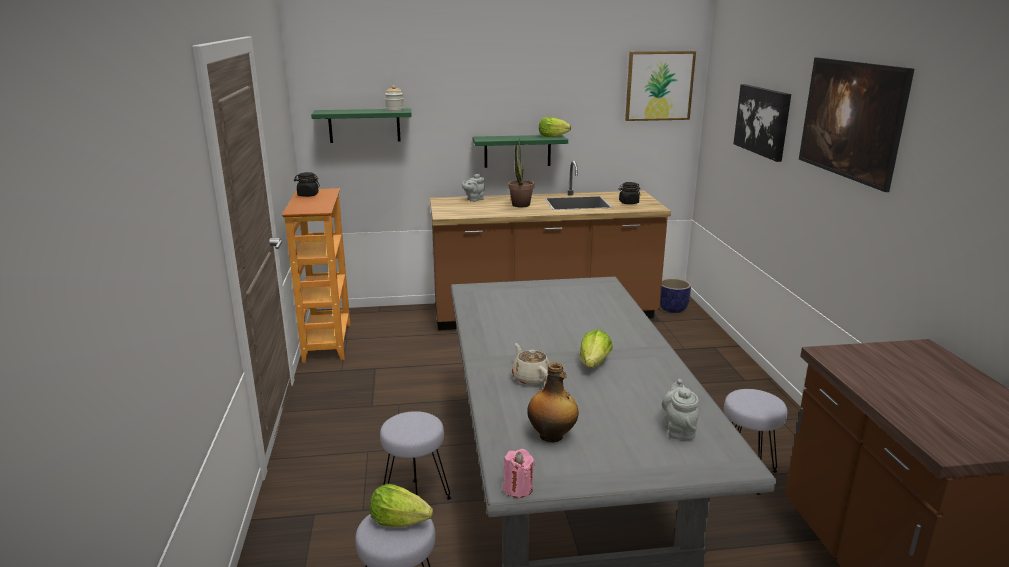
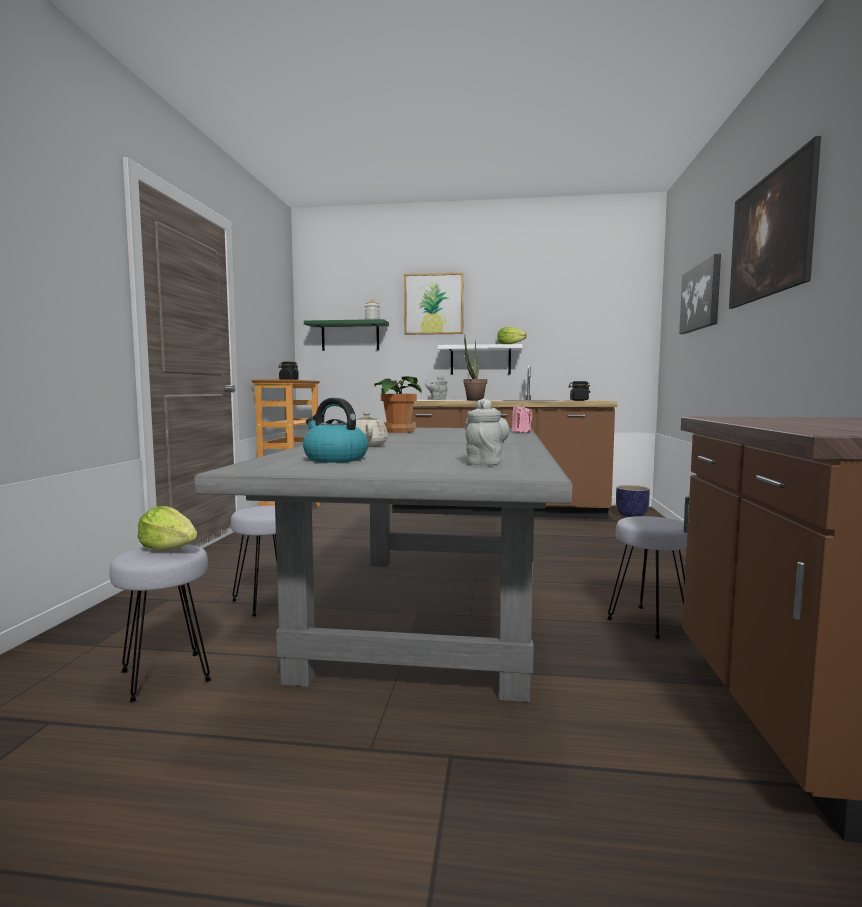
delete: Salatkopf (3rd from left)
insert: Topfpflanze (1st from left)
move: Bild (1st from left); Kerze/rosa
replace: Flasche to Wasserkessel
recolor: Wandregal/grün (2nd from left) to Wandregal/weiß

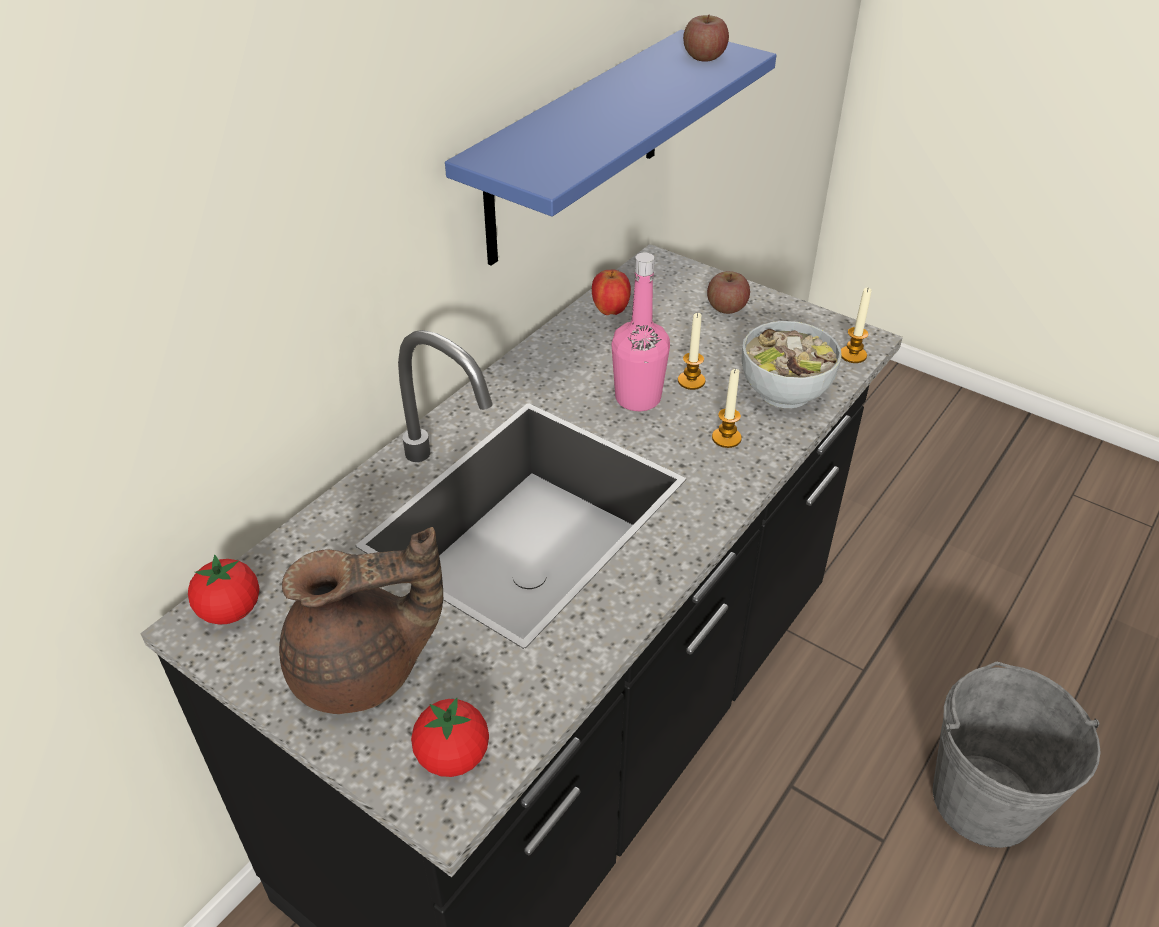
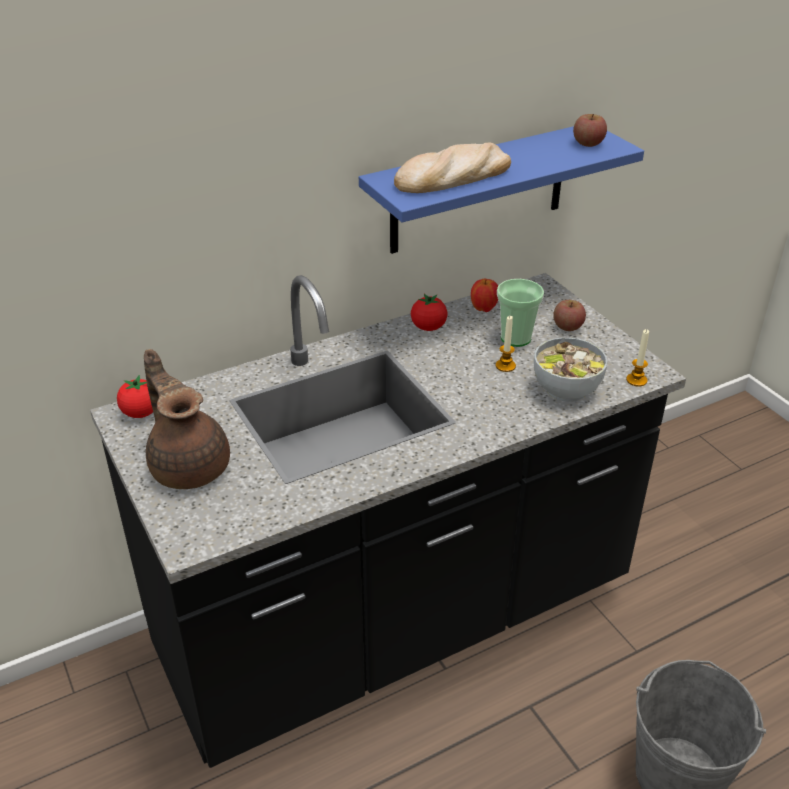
delete: Flasche/rosa; Kerze (2nd from left)
insert: Brot; Tasse
move: Tomate (2nd from left)
rotate: Teekanne/braun 135 degrees counterclockwise

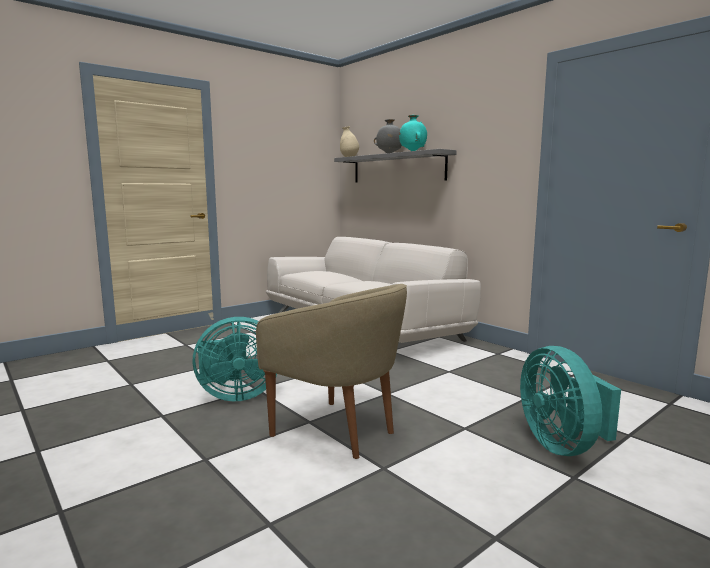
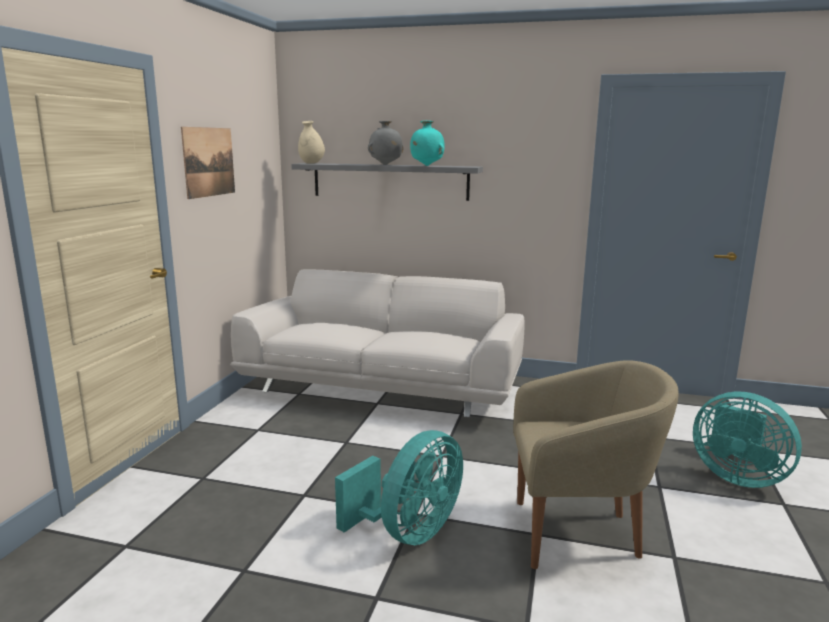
insert: Bild

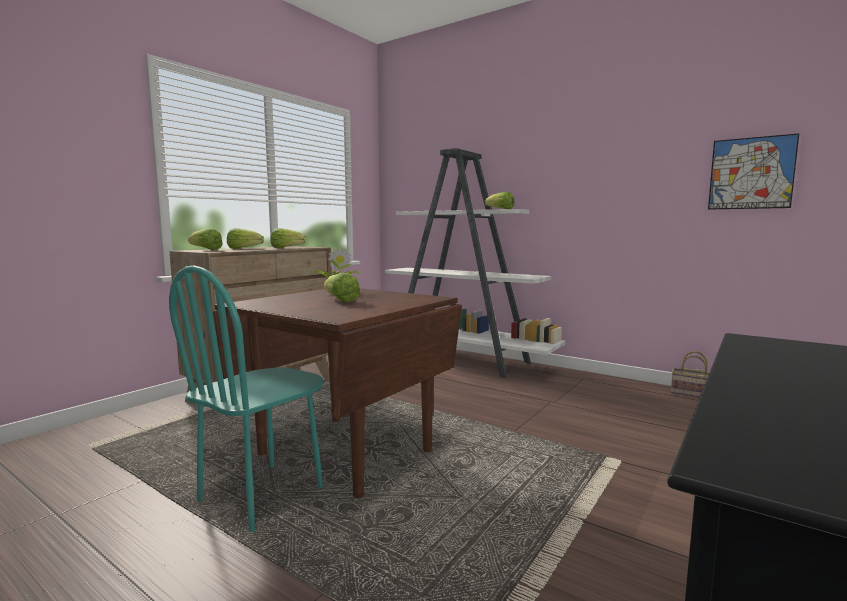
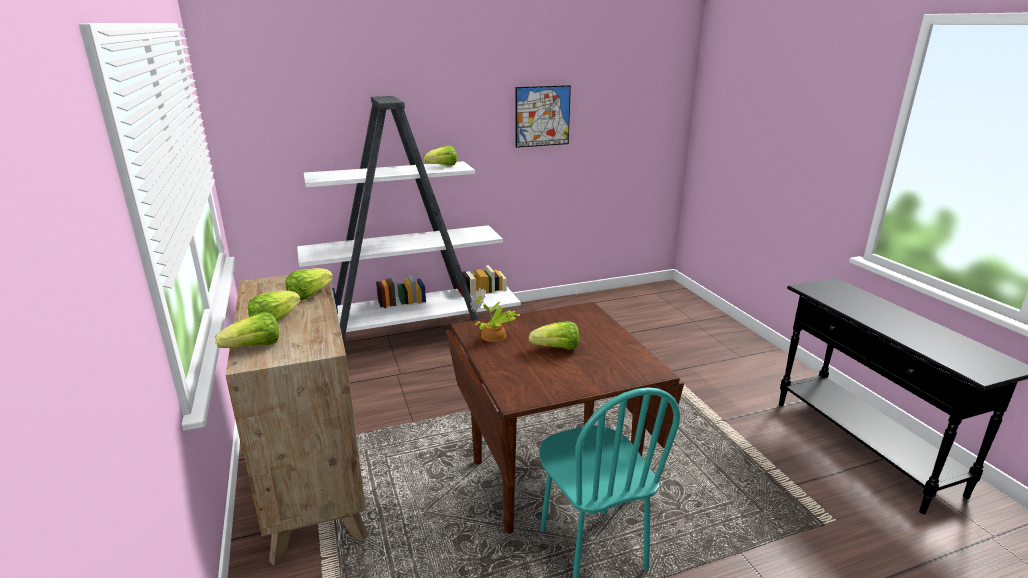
delete: Korb
move: Bild

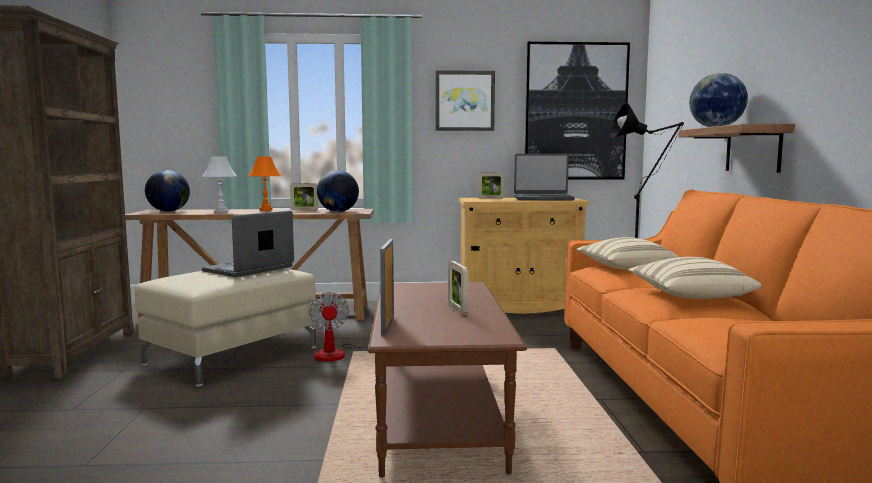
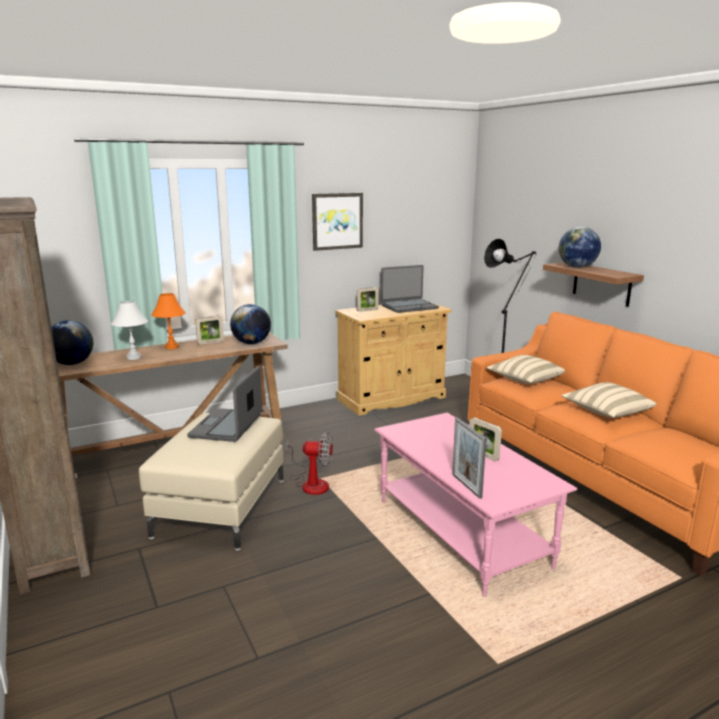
delete: Bild (2nd from left)
recolor: Couchtisch/braun to Couchtisch/rosa
rotate: Ventilator 45 degrees counterclockwise

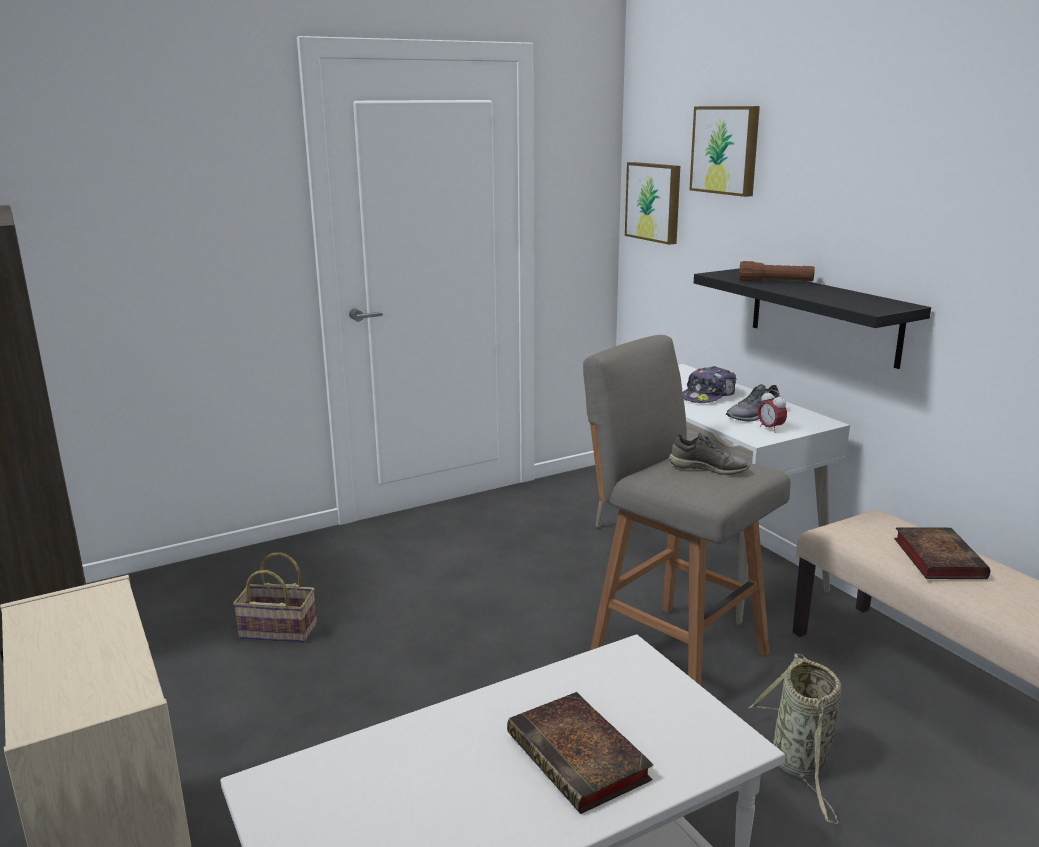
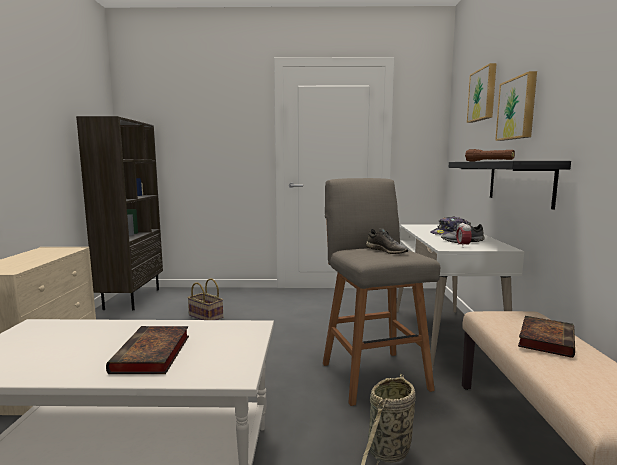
move: Bild (1st from left in the first image) to Bild (2nd from left)

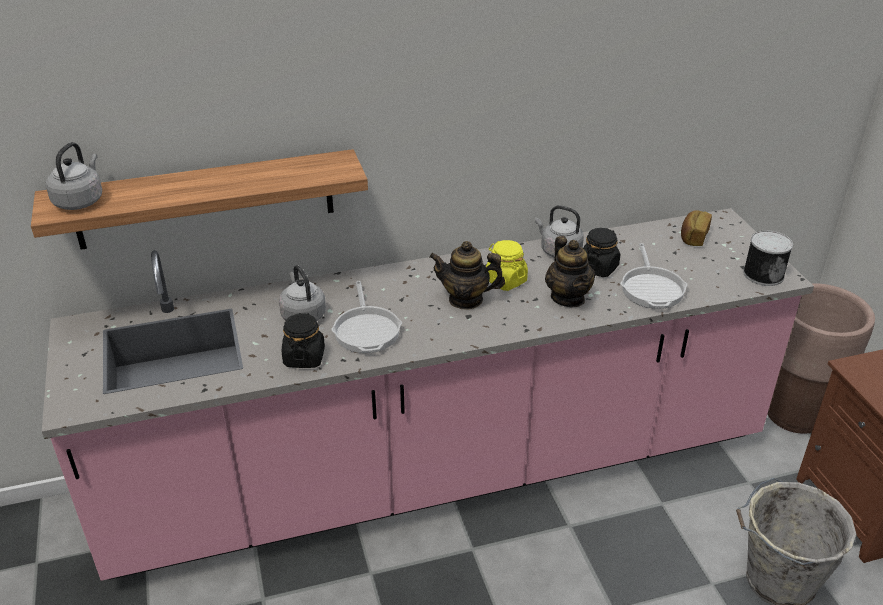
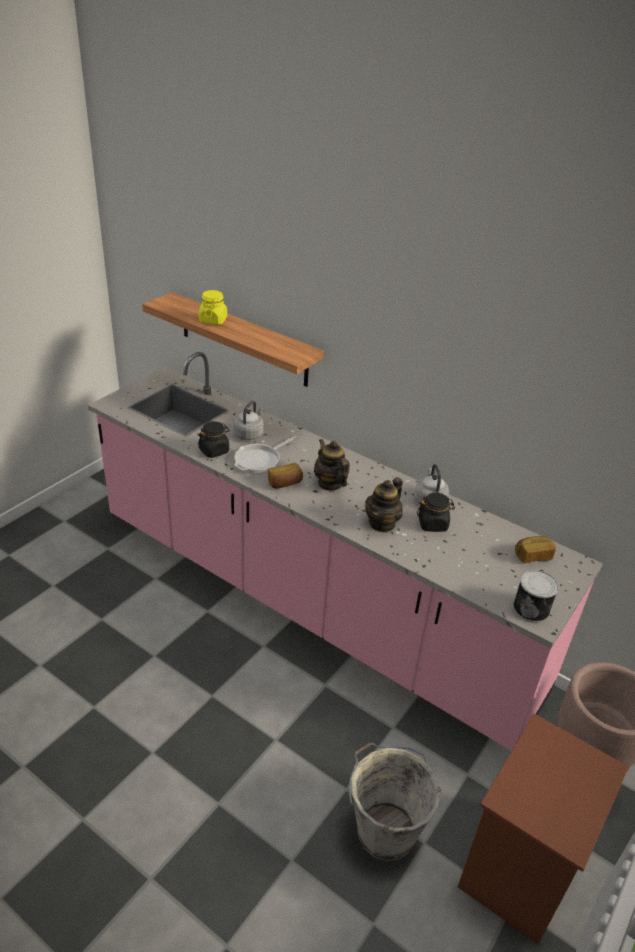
delete: Wasserkessel/grau (1st from left); Pfanne (2nd from left)
insert: Brot (1st from left)
move: Vorratsglas/gelb

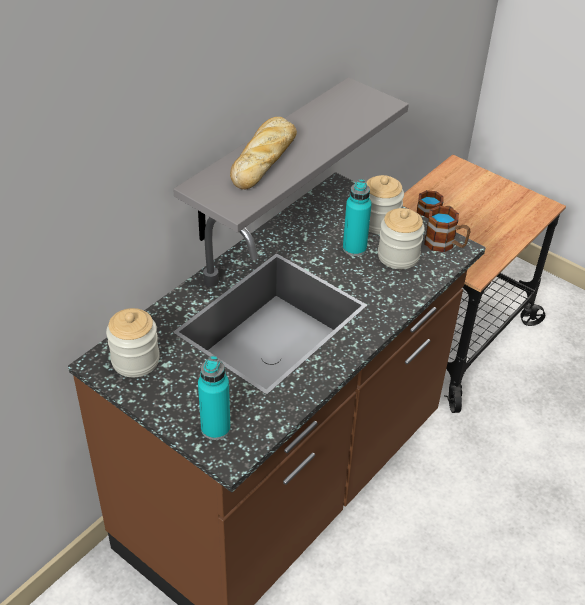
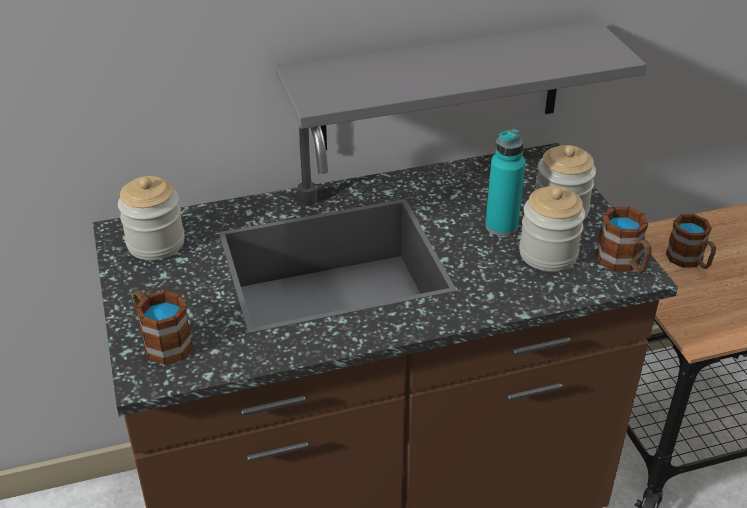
delete: Brot
replace: Flasche/türkis (1st from left) to Henkelbecher (1st from left)

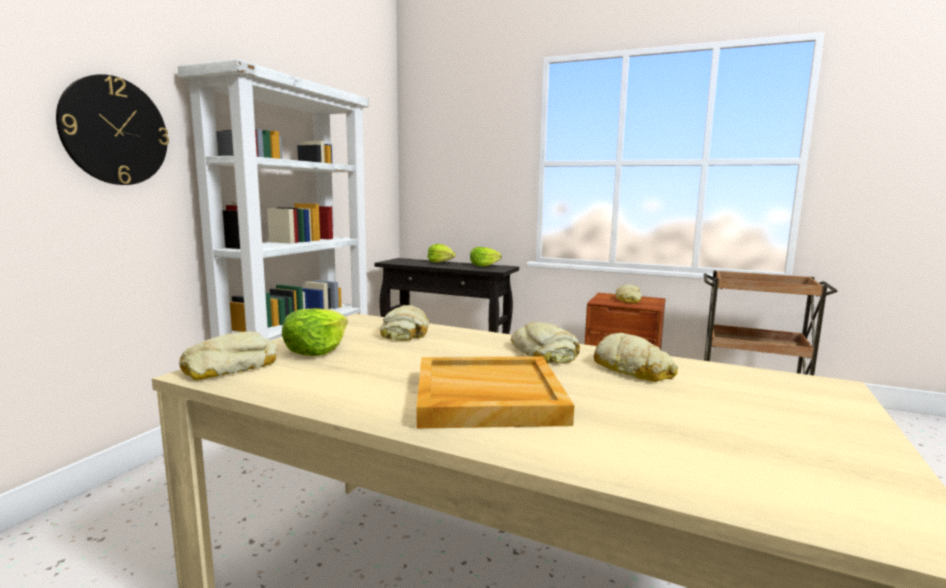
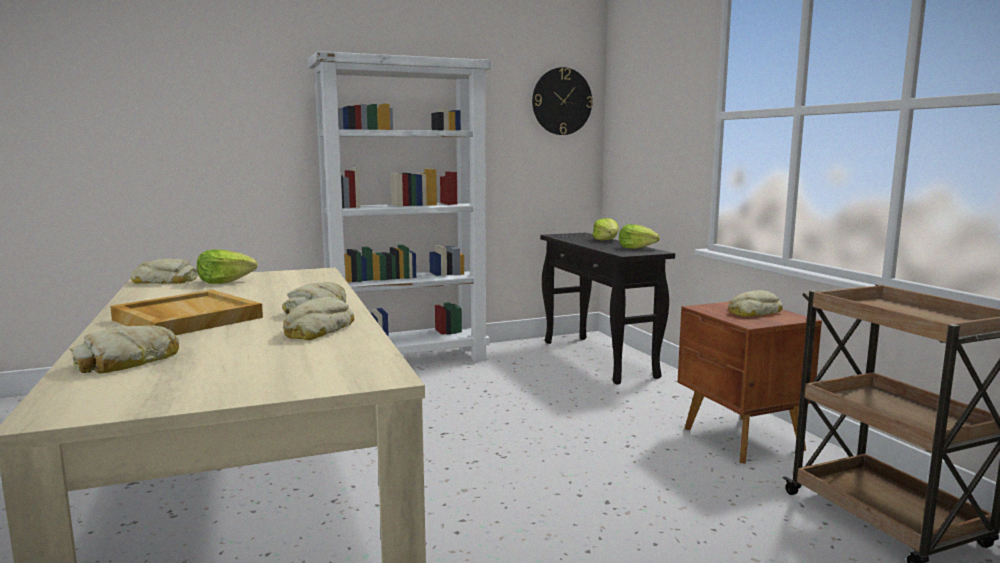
move: Brot (2nd from left in the first image) to Brot (1st from left); Wanduhr

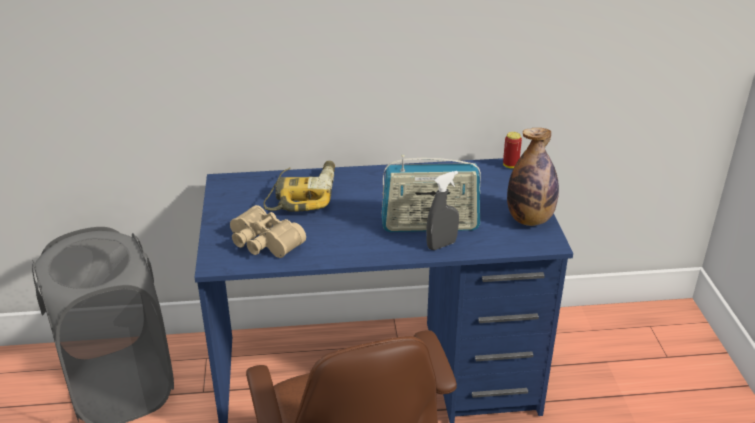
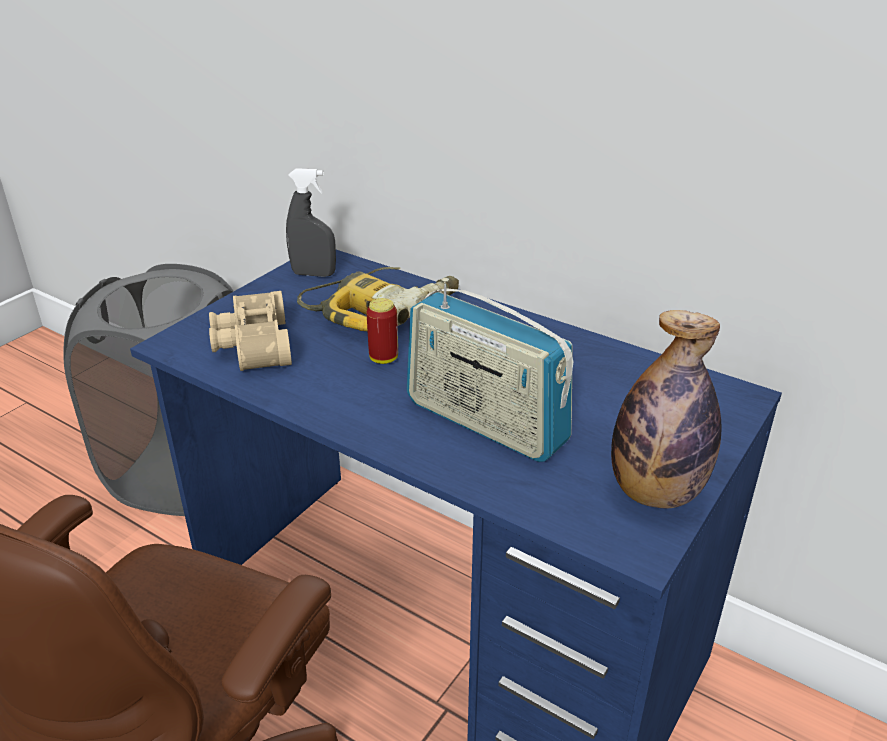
move: Sprühflasche/grau; Dose

